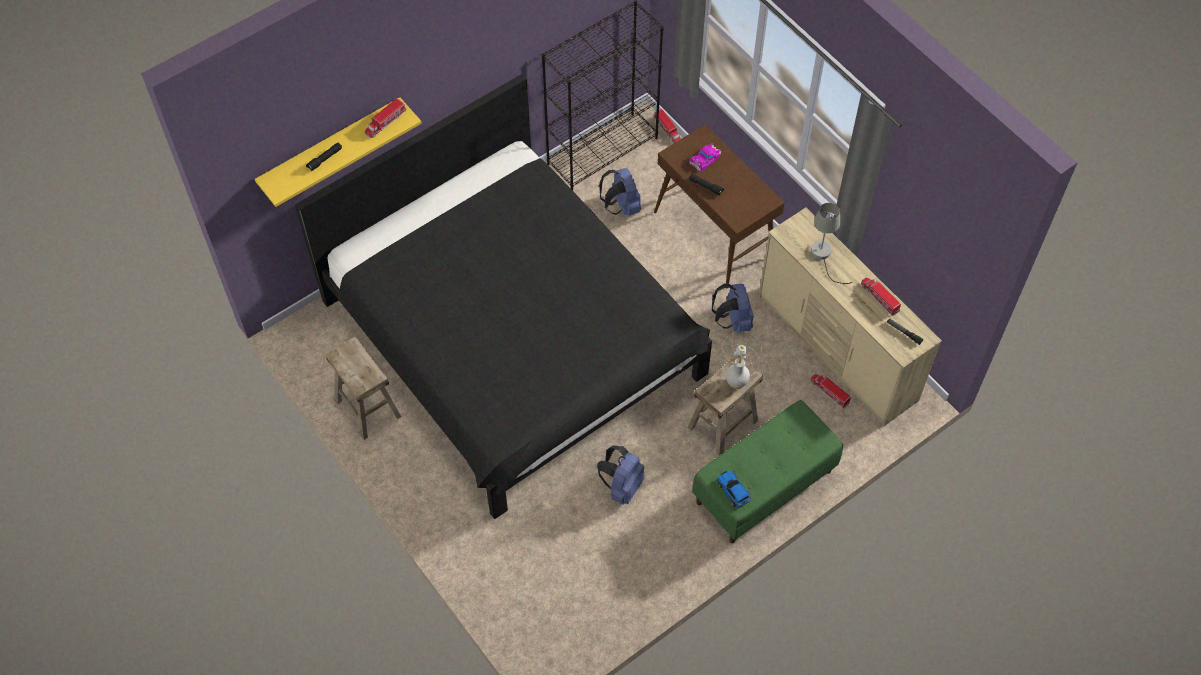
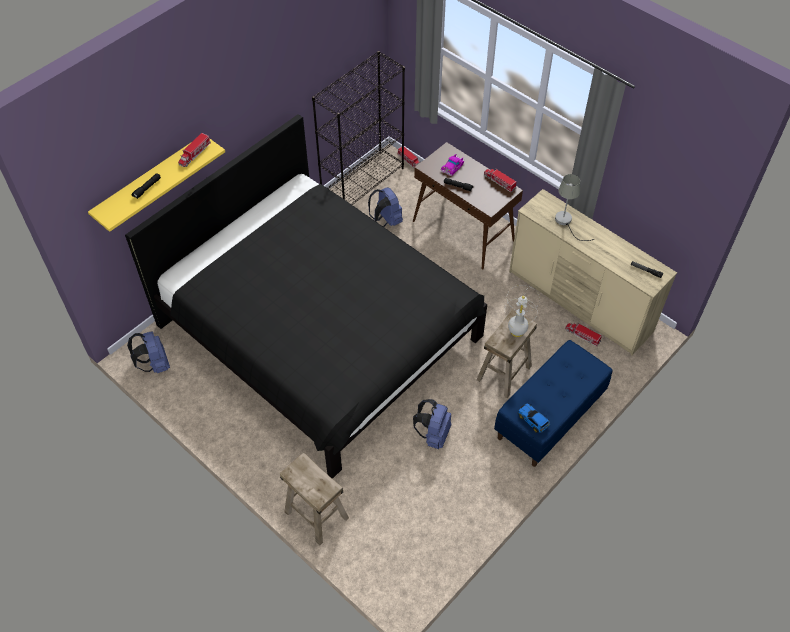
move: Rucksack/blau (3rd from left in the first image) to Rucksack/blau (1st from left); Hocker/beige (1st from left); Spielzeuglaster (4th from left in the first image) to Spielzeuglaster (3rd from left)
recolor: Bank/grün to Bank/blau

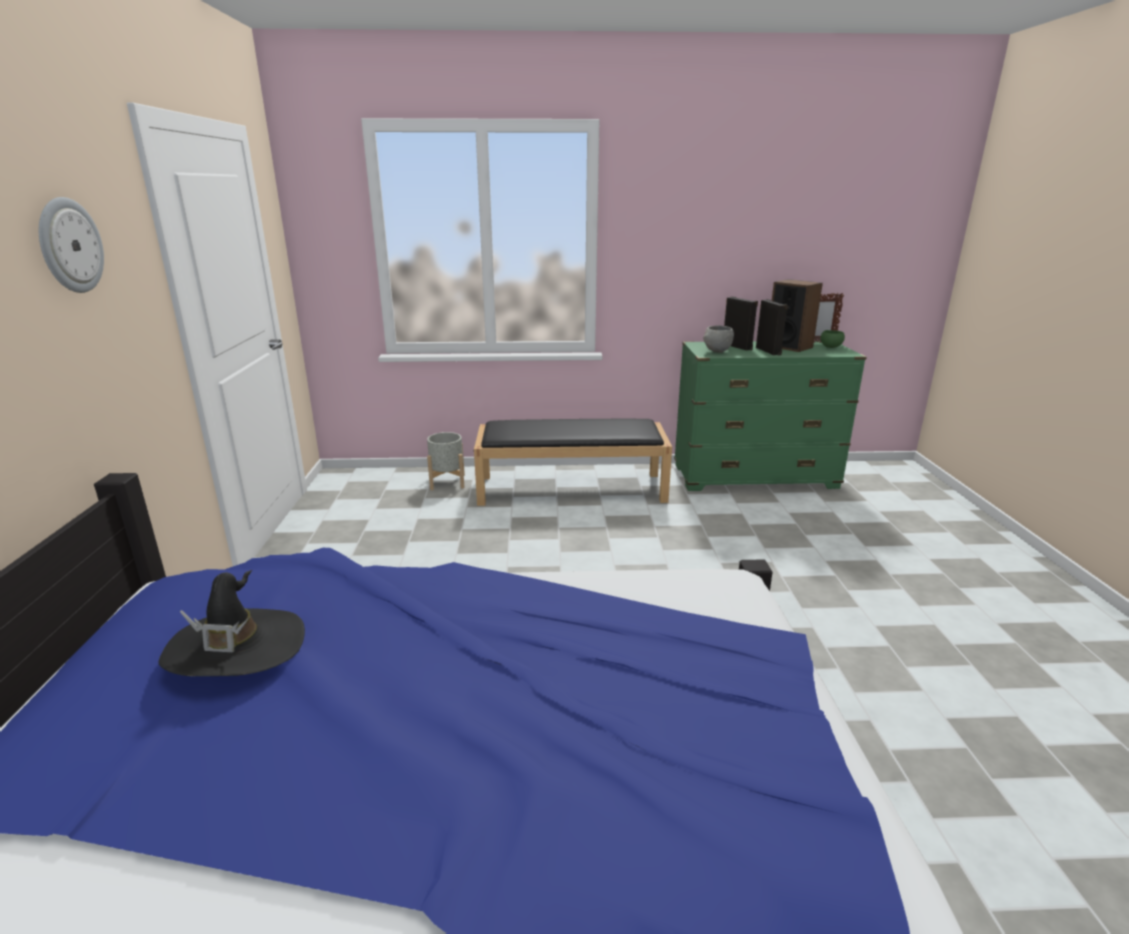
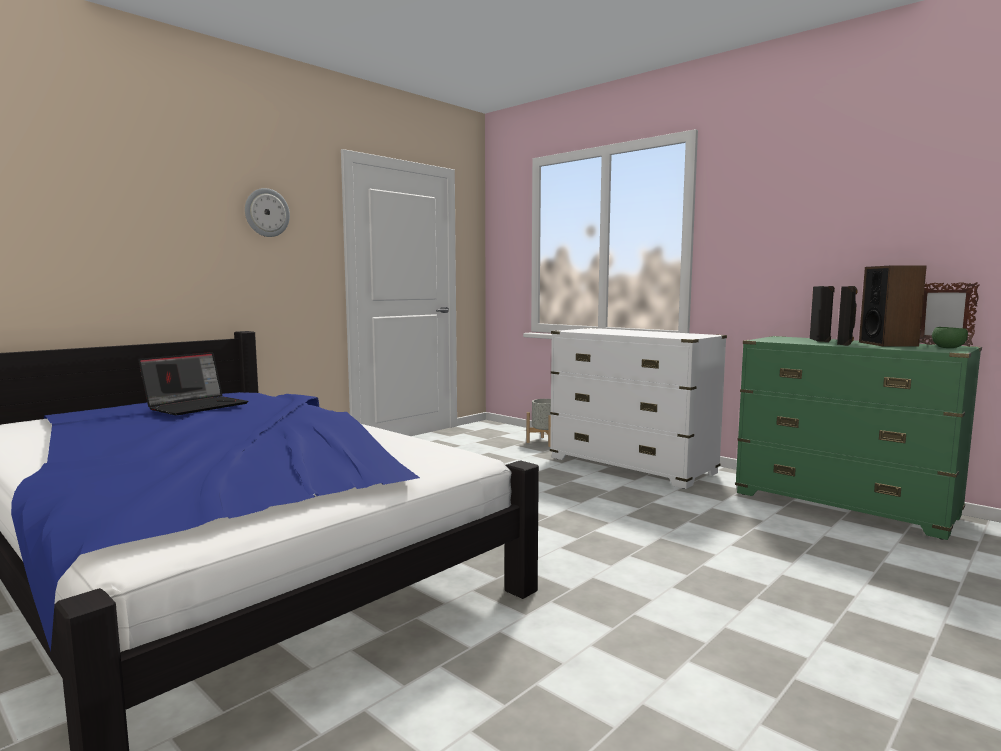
delete: Schüssel/grau
replace: Hut/schwarz to Laptop; Bank/schwarz to Kommode/weiß

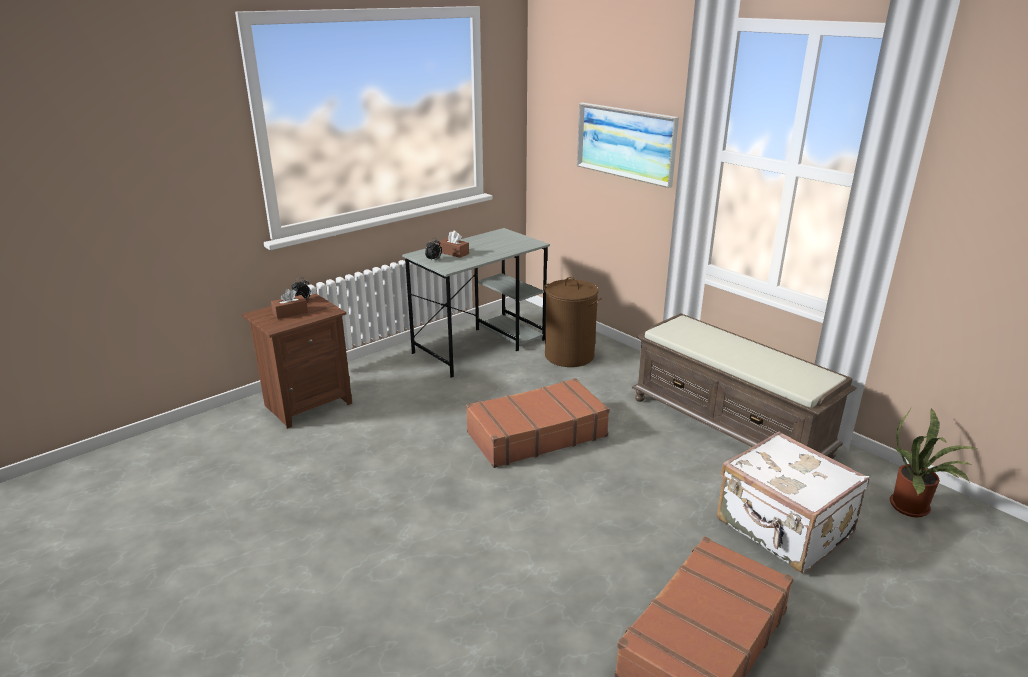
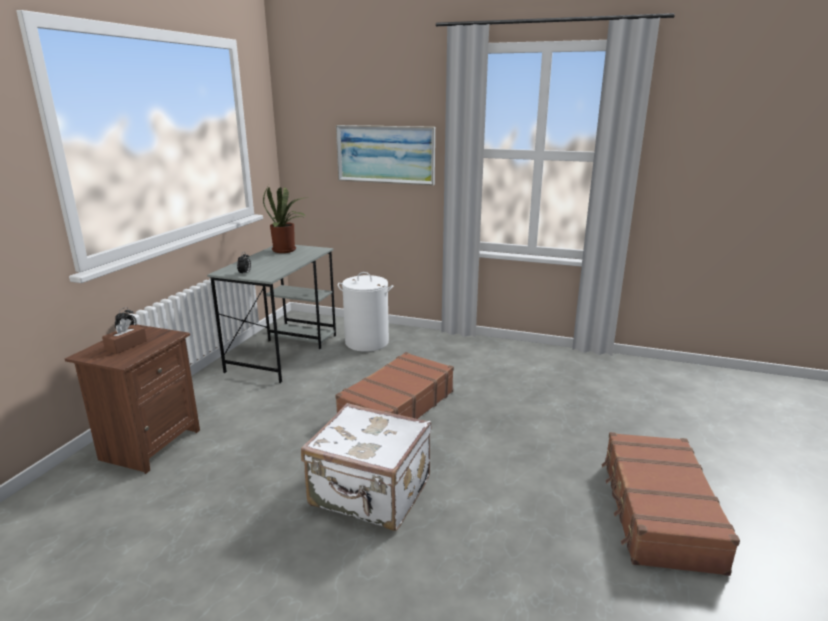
delete: Taschentuchbox/braun (2nd from left); Bank/braun
move: Topfpflanze; Koffer/weiß
recolor: Wäschekorb/braun to Wäschekorb/weiß

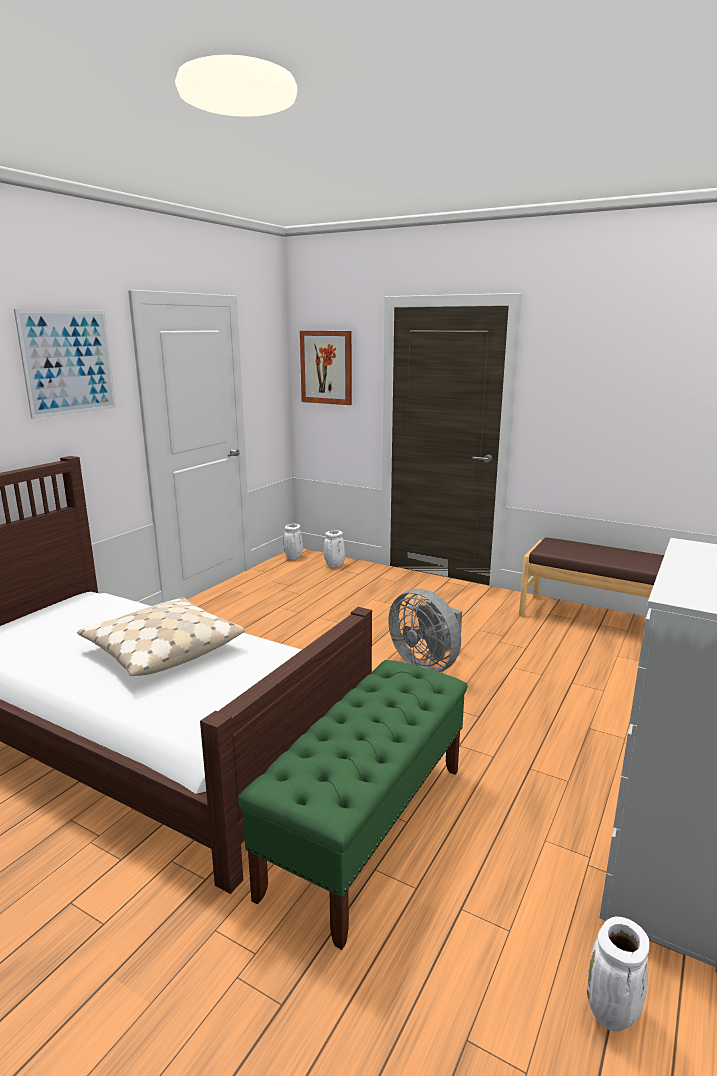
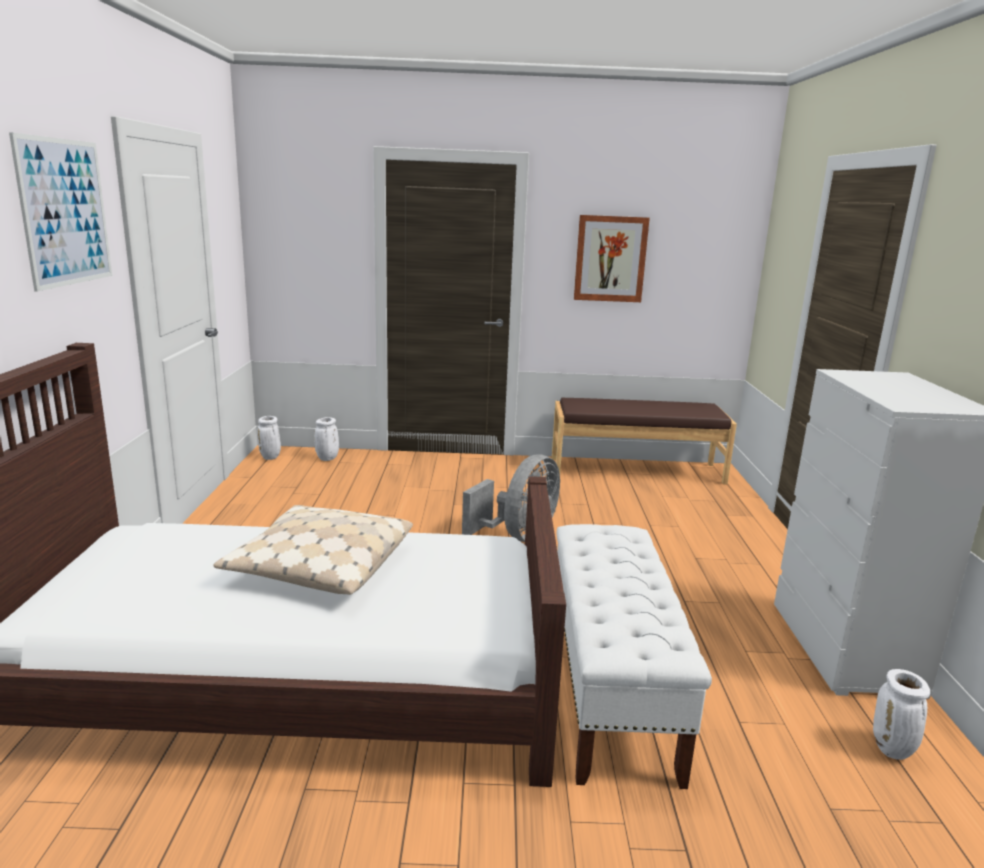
move: Bild (2nd from left)
recolor: Bank/grün to Bank/weiß
rotate: Ventilator/grau 75 degrees counterclockwise

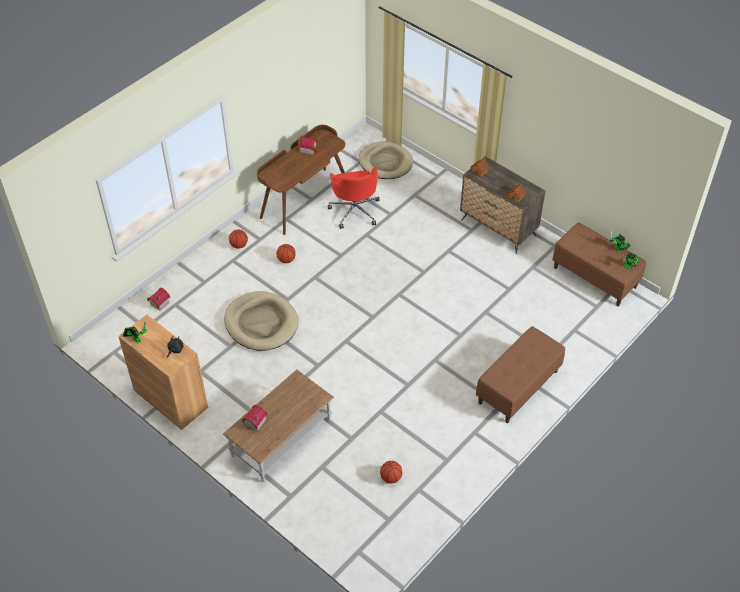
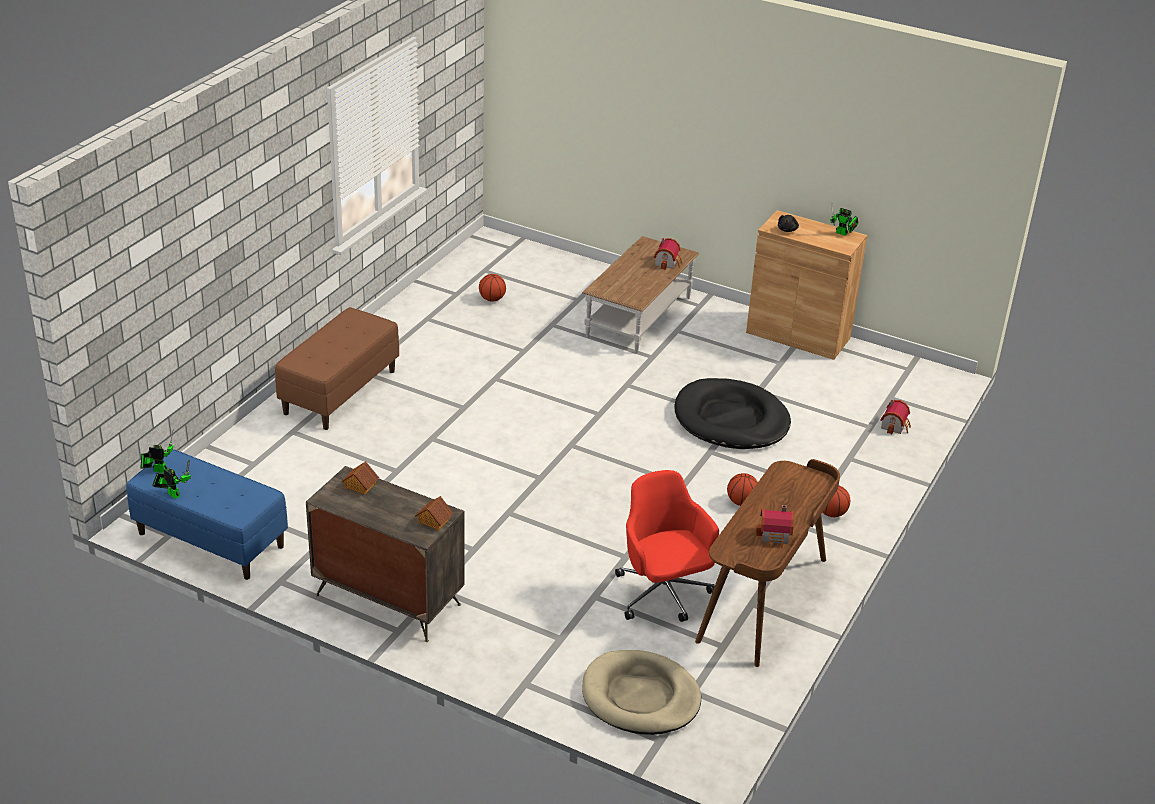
recolor: Bank/braun (2nd from left) to Bank/blau; Hundebett/beige (1st from left) to Hundebett/schwarz

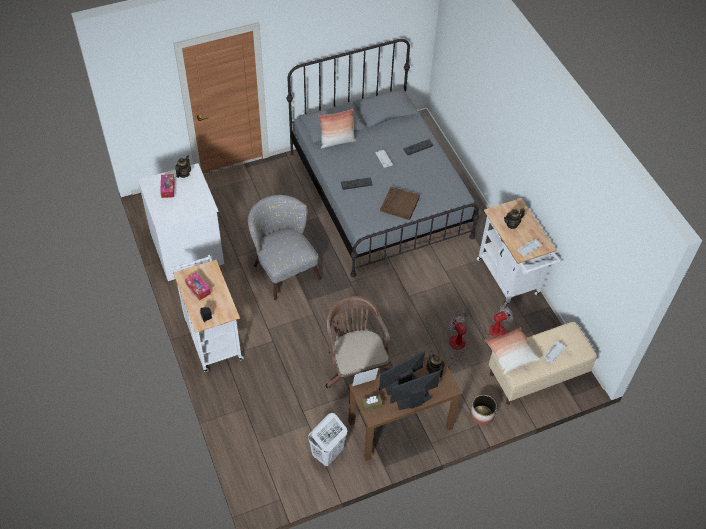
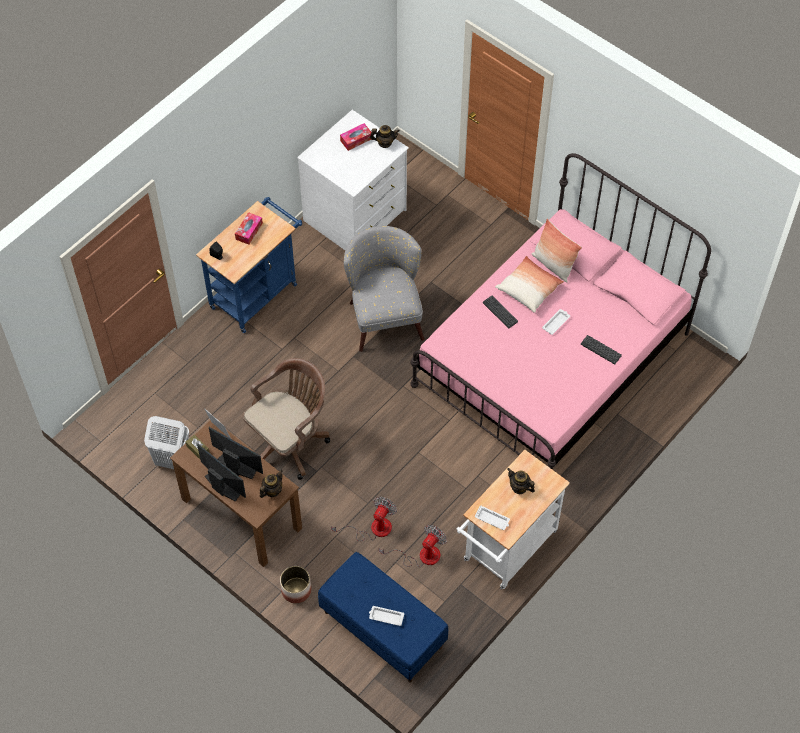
delete: Tablett/braun
move: Kissen (2nd from left in the first image) to Kissen (1st from left)
recolor: Rollwagen/weiß (1st from left) to Rollwagen/blau; Bank/beige to Bank/blau; Bett/grau to Bett/rosa
rotate: Sessel/grau 45 degrees counterclockwise; Ventilator (2nd from left) 90 degrees counterclockwise

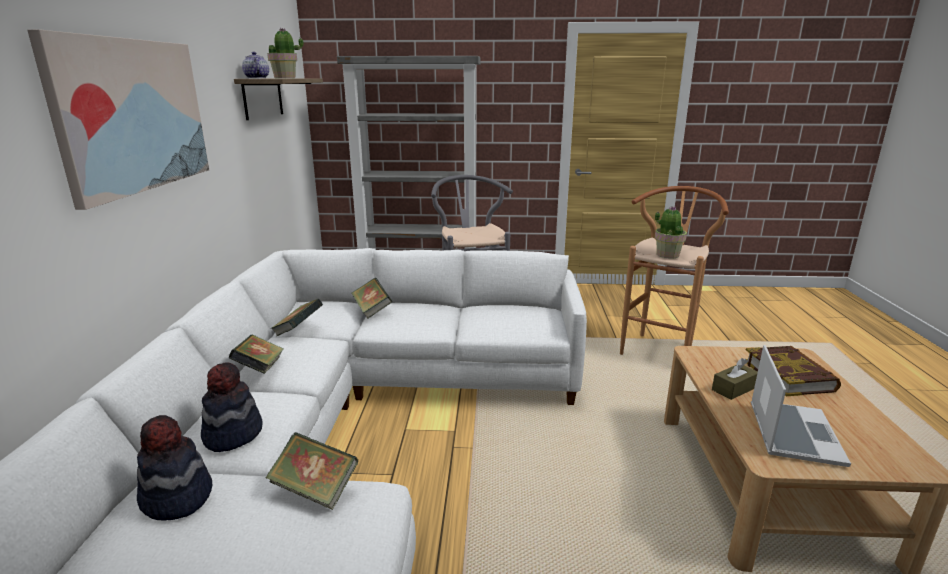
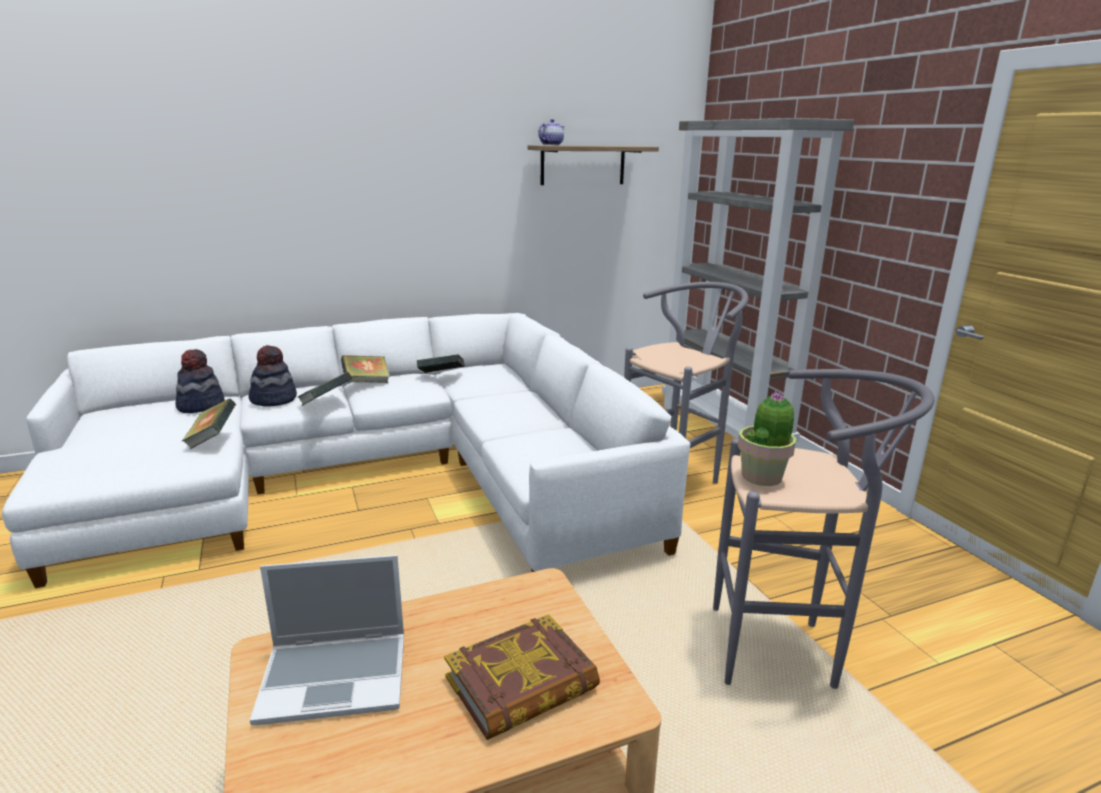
delete: Bild; Topfpflanze (1st from left); Taschentuchbox/braun
move: Buch (4th from left in the first image) to Buch (2nd from left)
recolor: Hocker/braun to Hocker/grau (2nd from left)

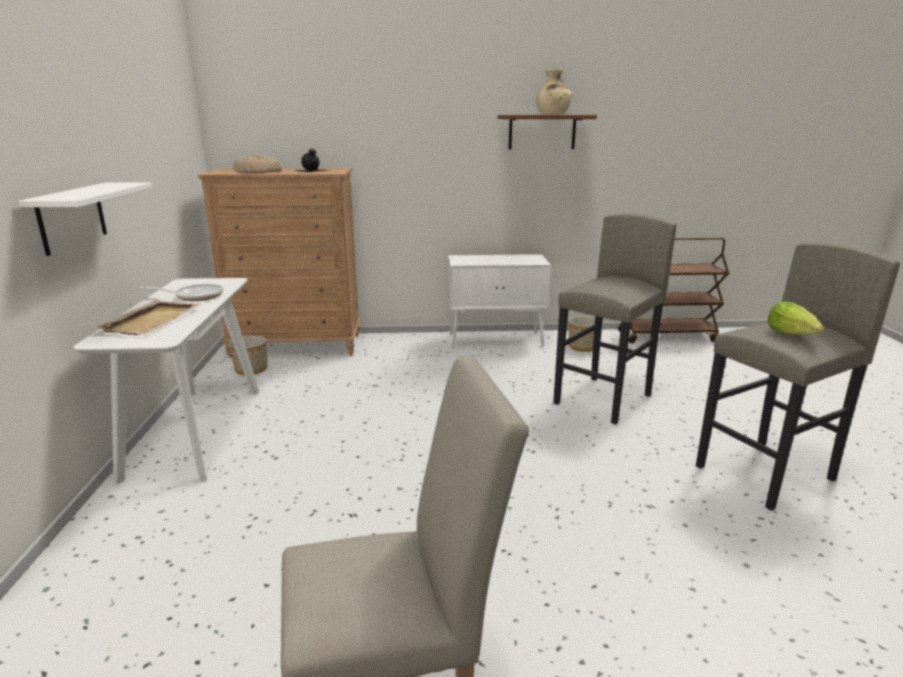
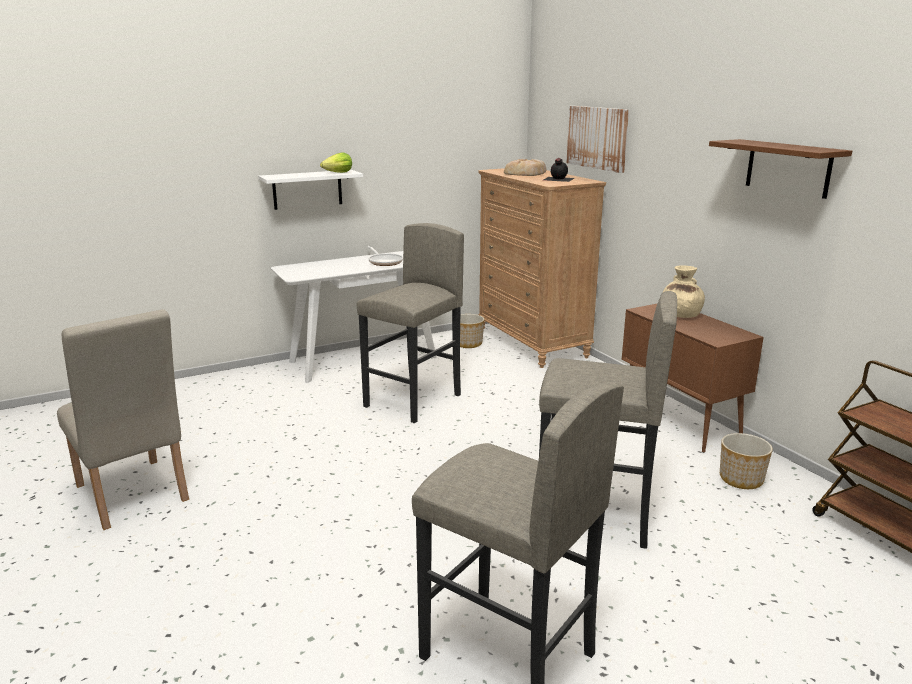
delete: Tablett/beige
insert: Hocker/grau (1st from left); Bild
move: Salatkopf; Vase/beige
recolor: Schrank/weiß to Schrank/braun

